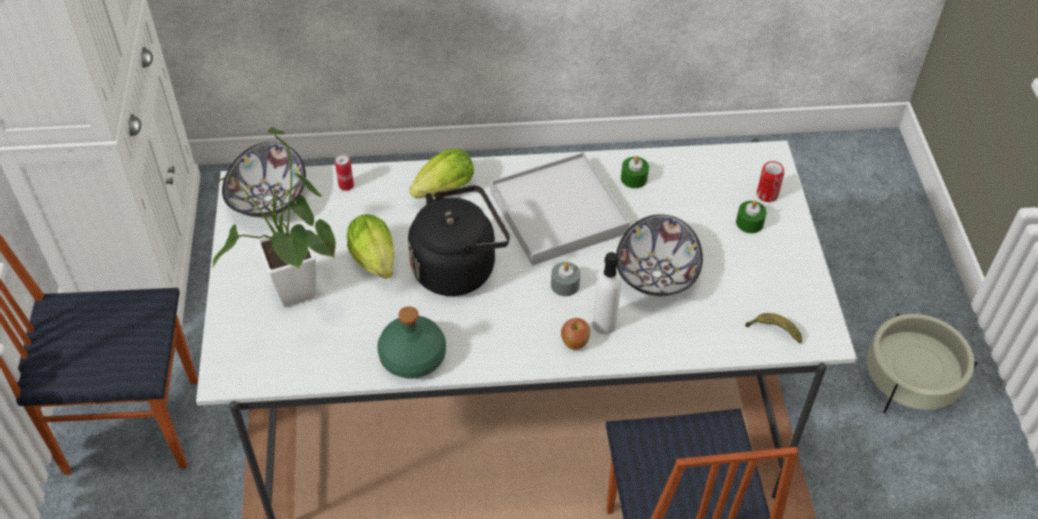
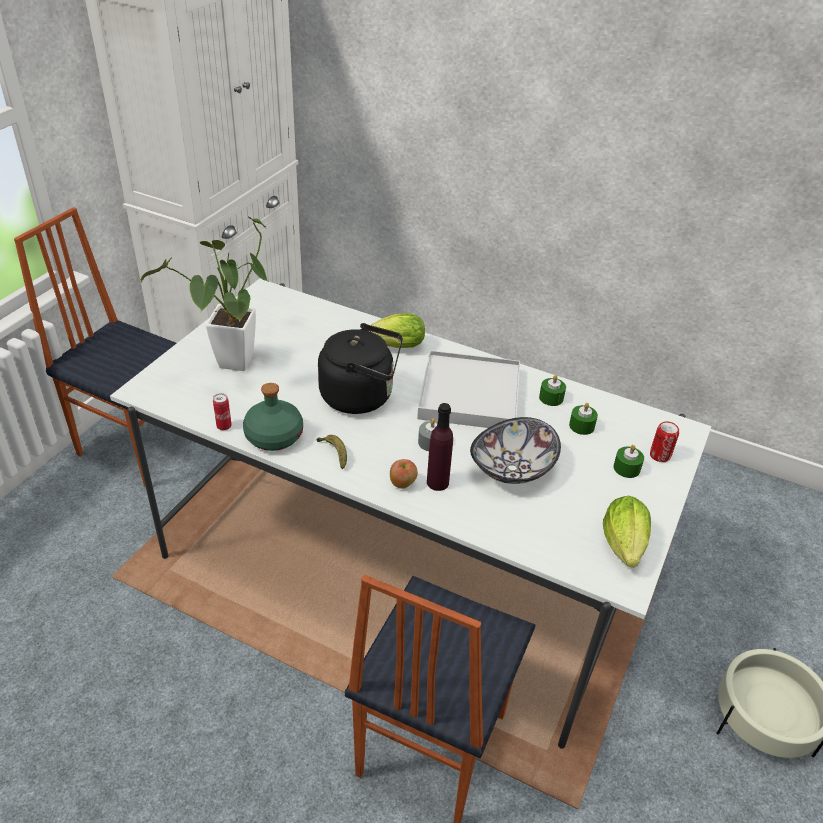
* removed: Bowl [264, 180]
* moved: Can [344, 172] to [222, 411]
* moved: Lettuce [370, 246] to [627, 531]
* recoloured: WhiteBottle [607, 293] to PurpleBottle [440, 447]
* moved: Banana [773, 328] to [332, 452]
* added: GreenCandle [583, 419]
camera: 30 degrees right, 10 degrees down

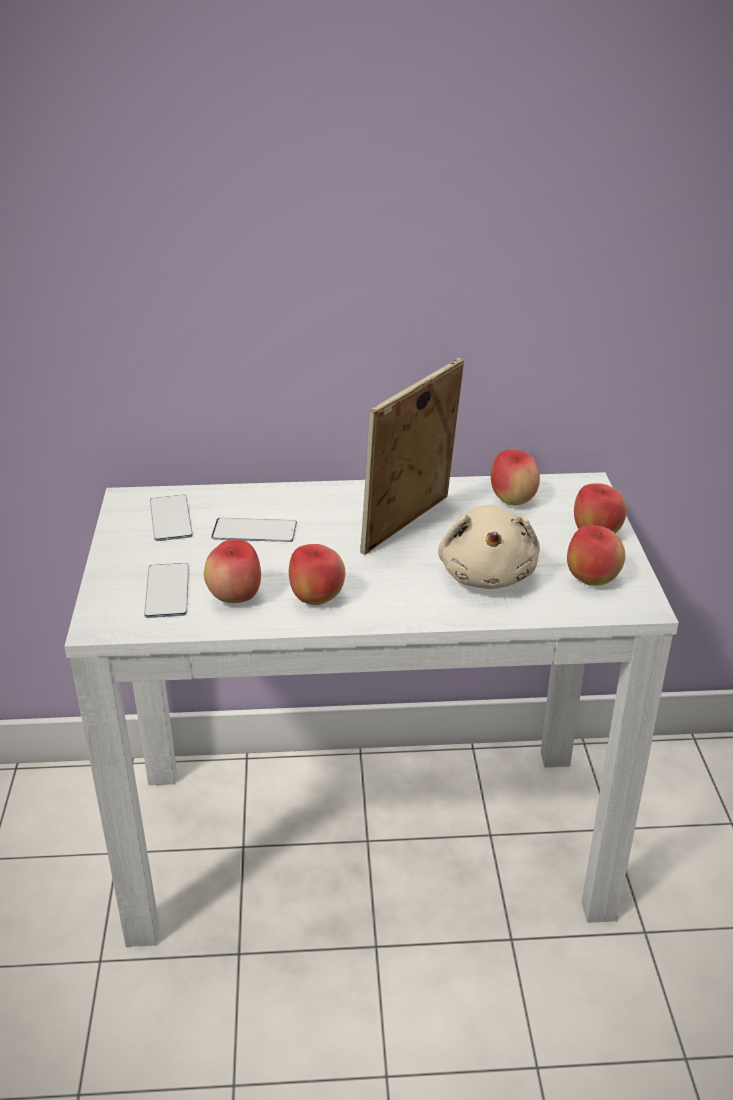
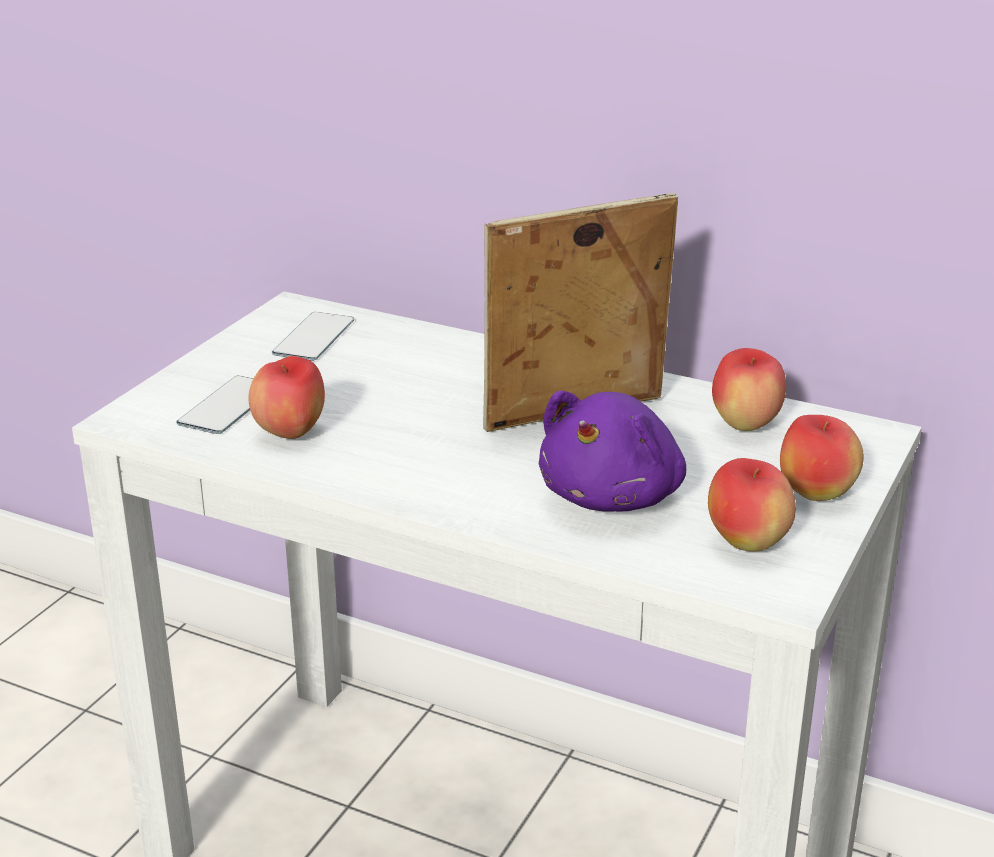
* recoloured: BeigePlushToy [489, 547] to PurplePlushToy [612, 451]
* removed: Phone [254, 530]
* removed: Apple [317, 574]
camera: 30 degrees right, 5 degrees down

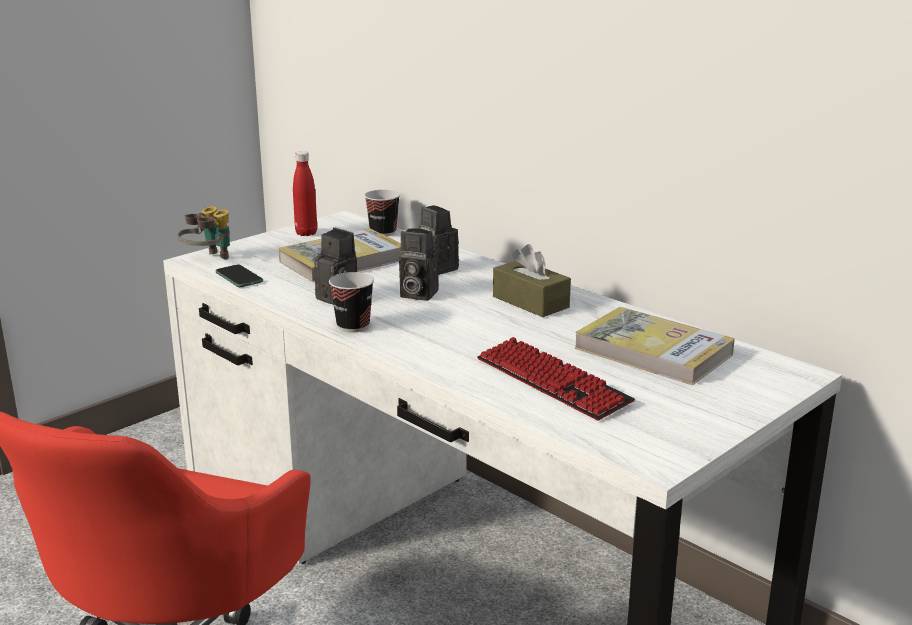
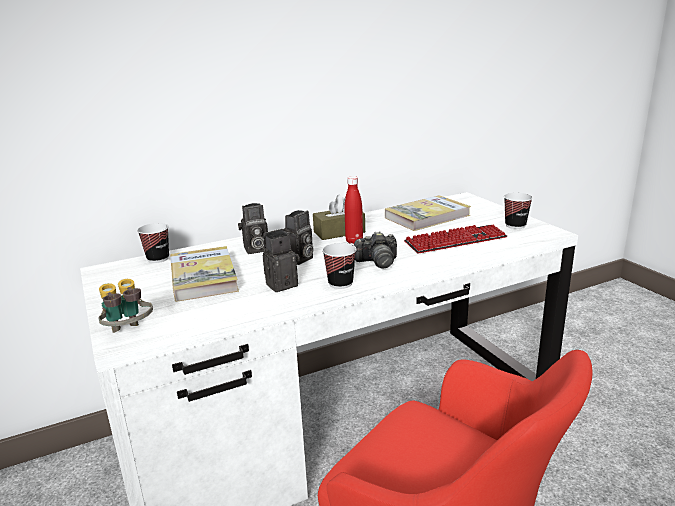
* moved: RedBottle [305, 193] to [354, 210]
* removed: Phone [239, 276]
* added: Cup [518, 211]
* added: PhotoCamera [375, 249]
camera: 70 degrees left, 0 degrees up

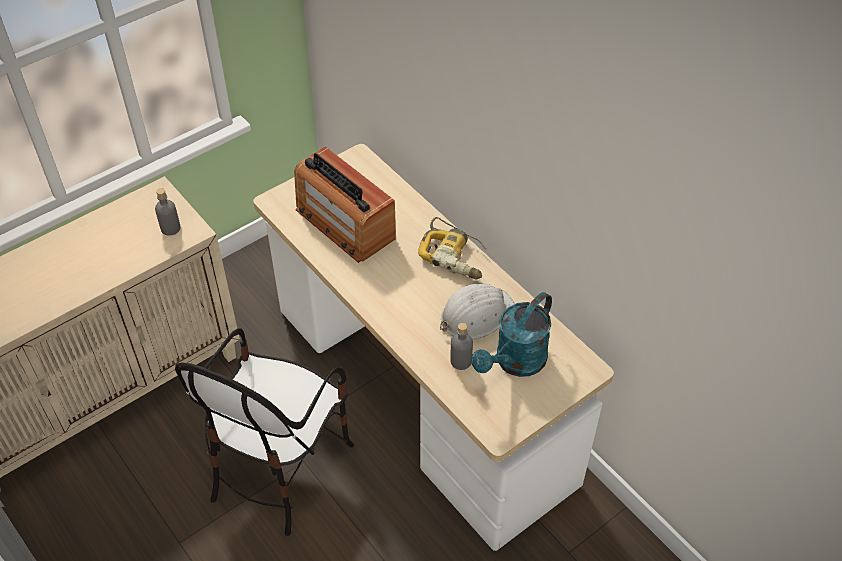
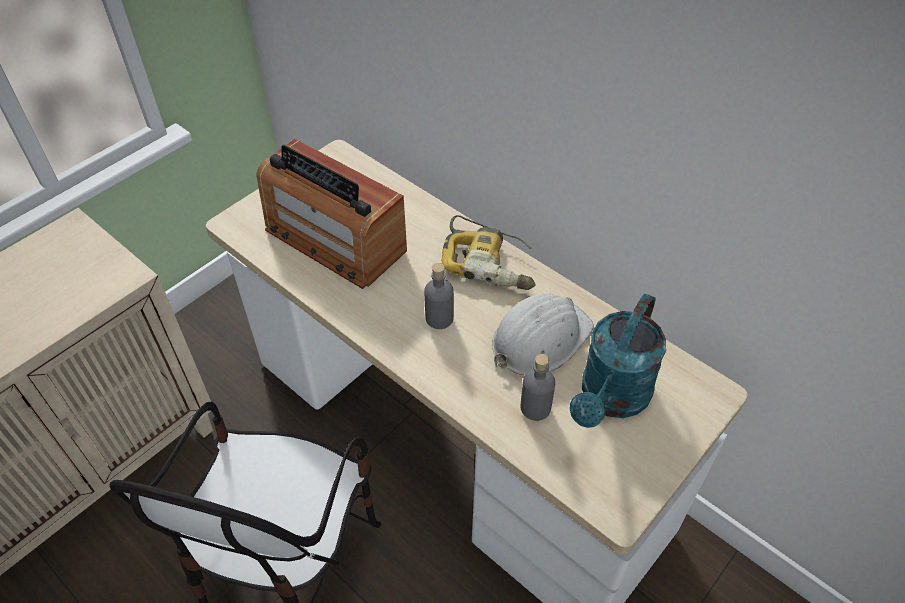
* moved: GreyBottle [168, 212] to [439, 296]
camera: 10 degrees left, 0 degrees up

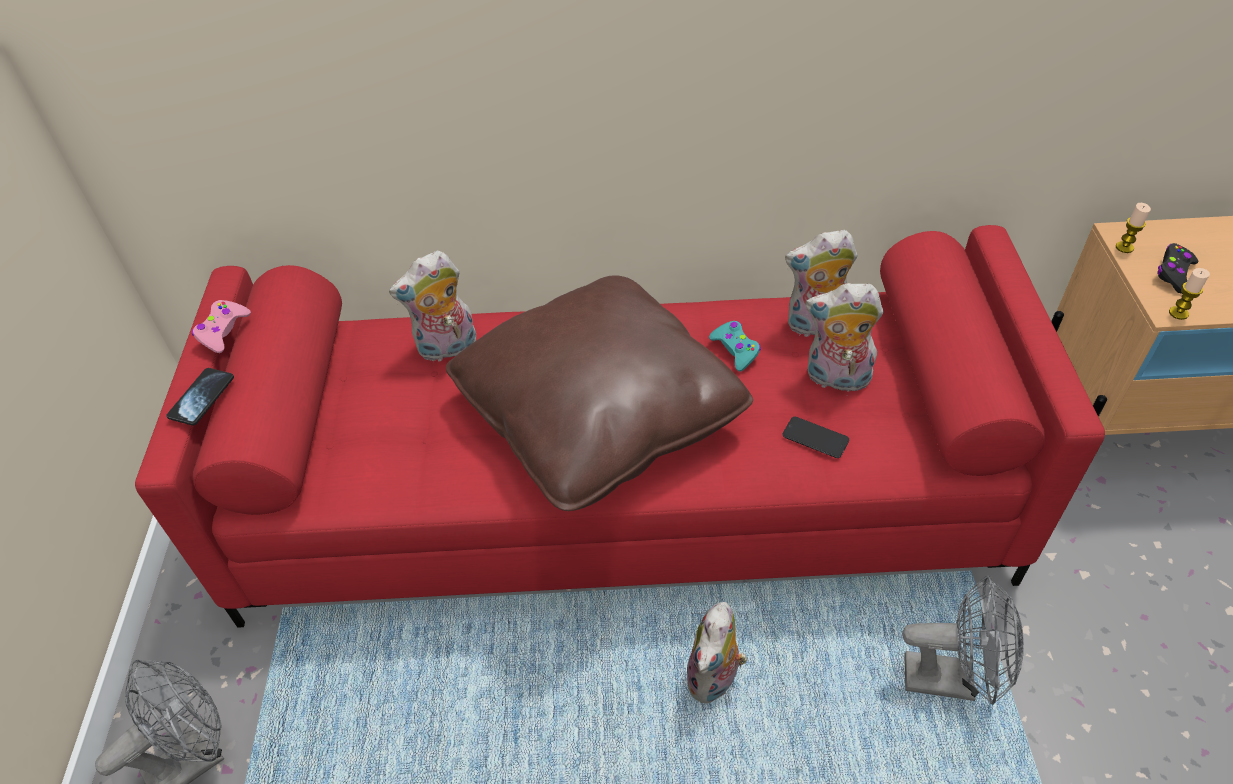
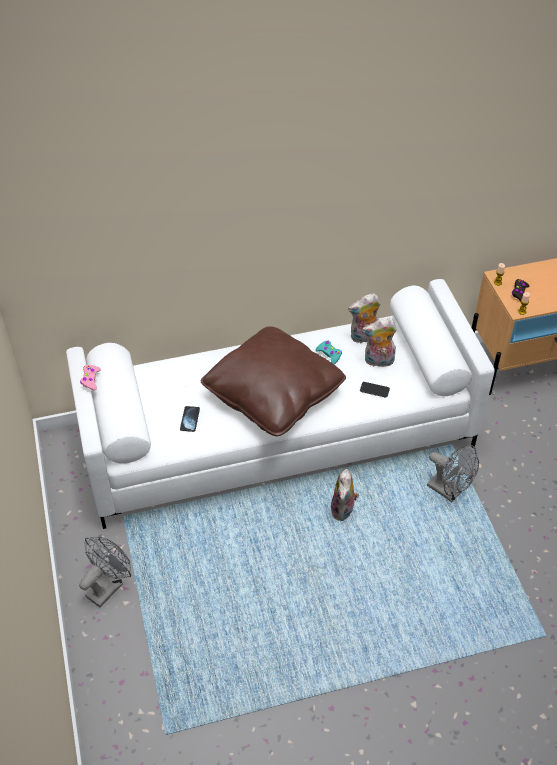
* recoloured: RedSofa [620, 426] to WhiteSofa [280, 404]
* removed: PlushToy [432, 306]
* moved: Phone [200, 396] to [190, 419]
* turned: GreyFan [963, 640] = [453, 473] 45 degrees clockwise
camera: 15 degrees left, 0 degrees up

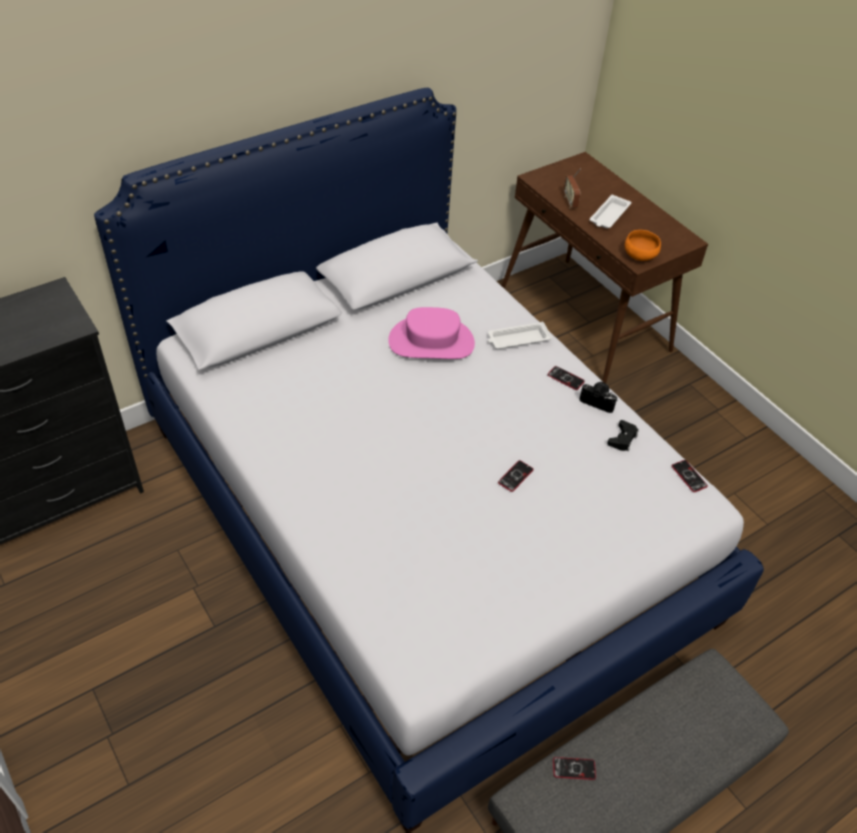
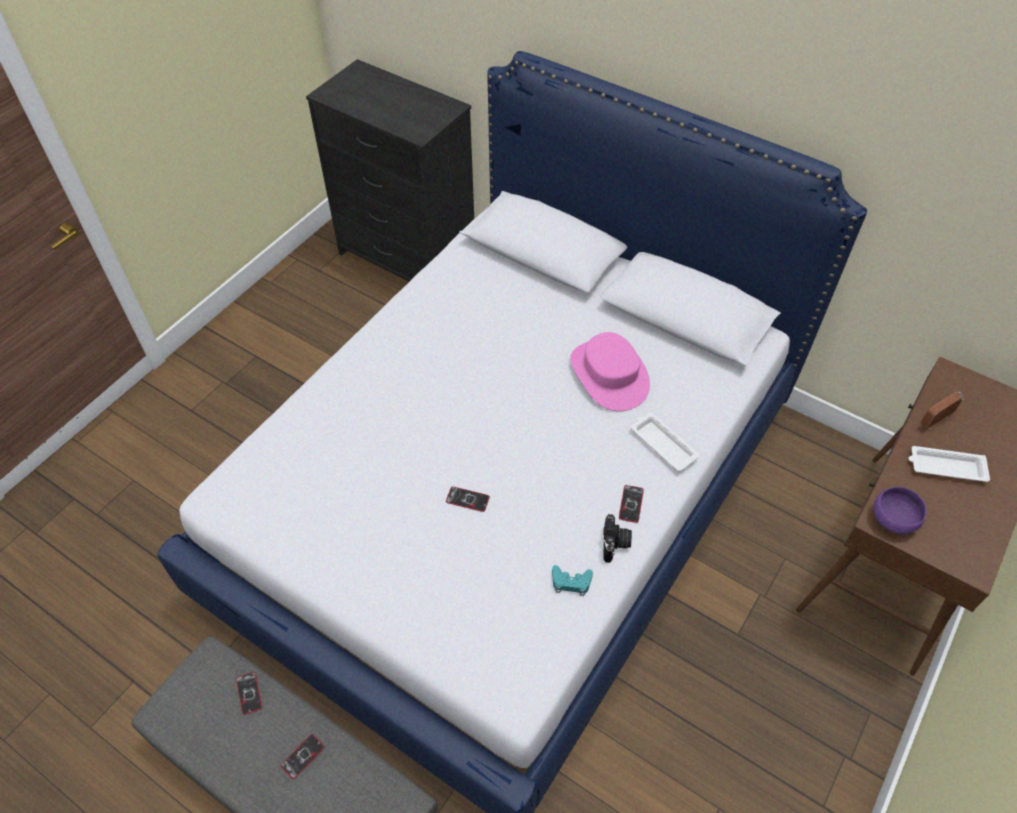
* recoloured: OrangeBowl [643, 245] to PurpleBowl [899, 510]
* recoloured: BlackGameController [622, 435] to TurquoiseGameController [572, 580]
* moved: Phone [689, 476] to [303, 756]
camera: 70 degrees right, 5 degrees up

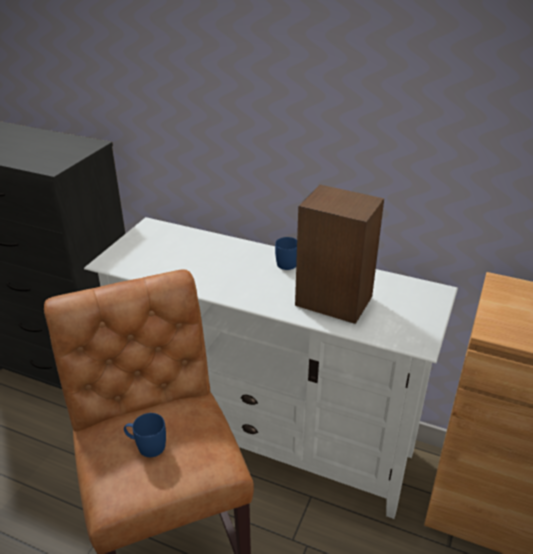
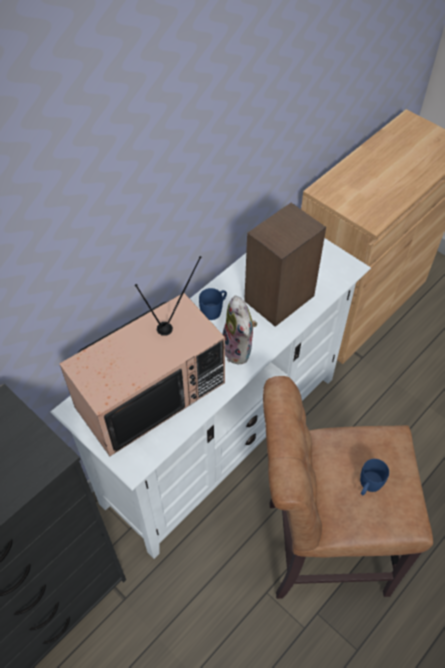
* added: Television [142, 356]
* added: PlushToy [239, 330]
camera: 70 degrees left, 20 degrees up

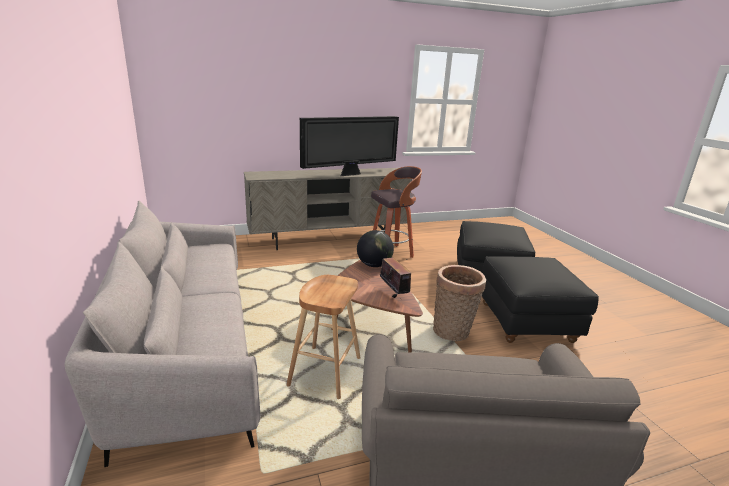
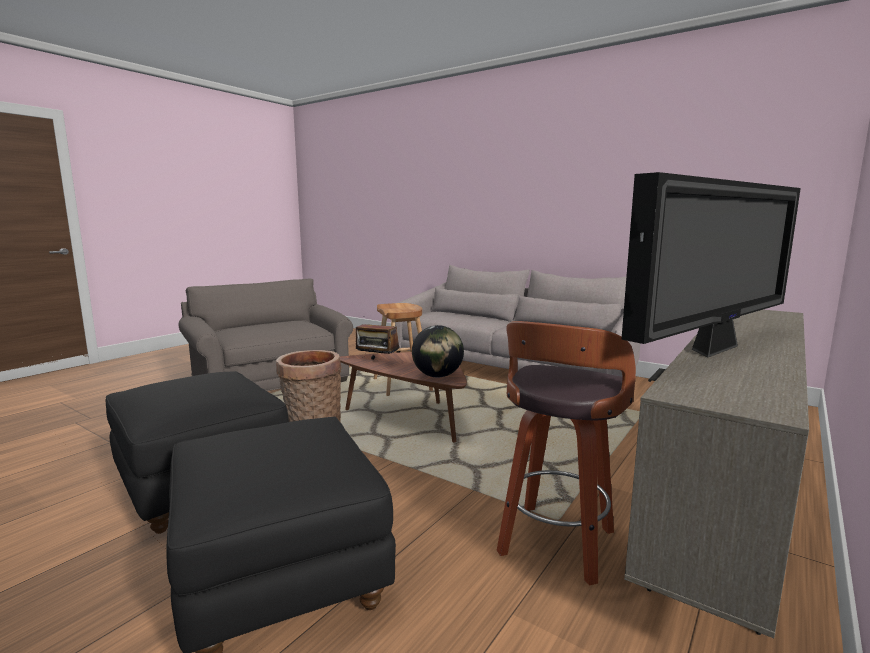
* turned: Television [349, 146] = [711, 265] 150 degrees counterclockwise
camera: 145 degrees right, 10 degrees down

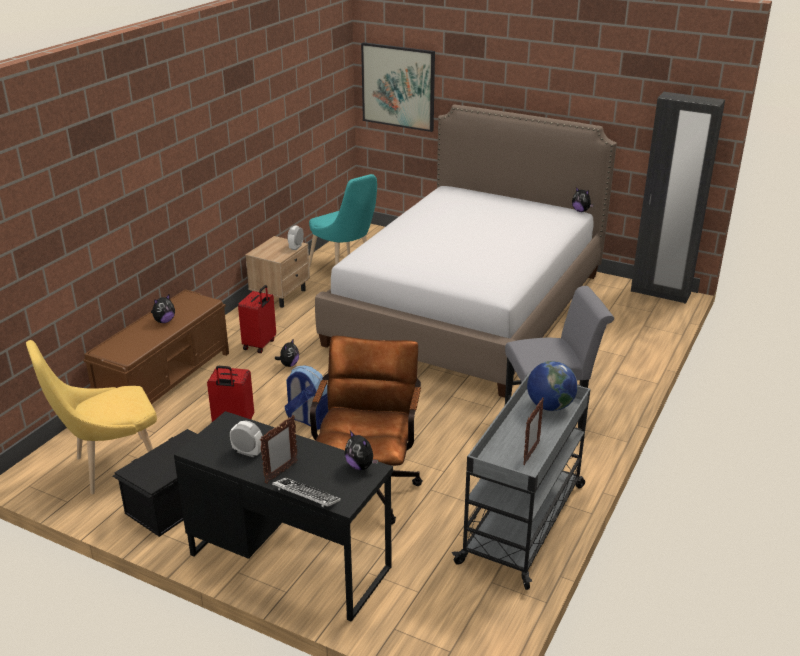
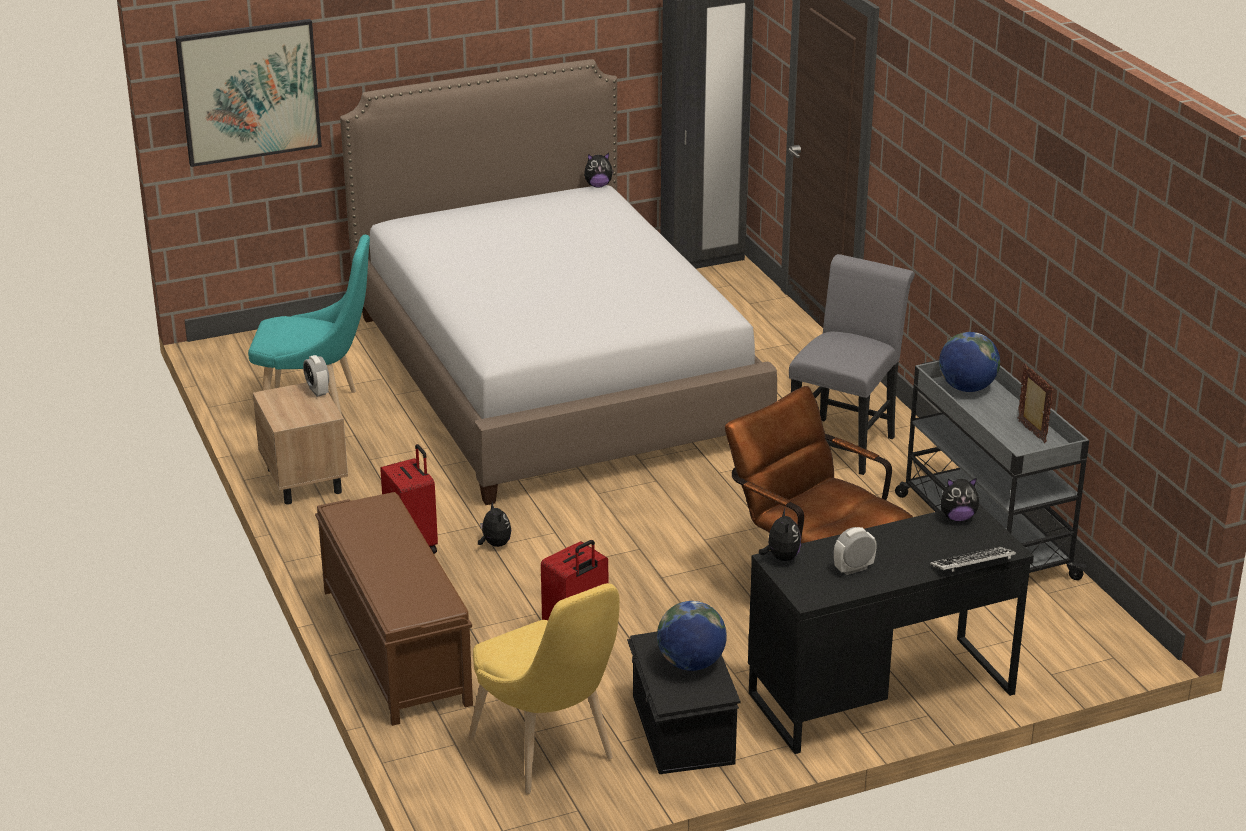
* moved: PlushToy [163, 309] to [780, 535]
* turned: YellowChair [91, 417] = [544, 688] 45 degrees counterclockwise
* removed: Backpack [306, 397]
* removed: PictureFrame [279, 449]
* added: Globe [692, 636]
camera: 50 degrees left, 0 degrees up

